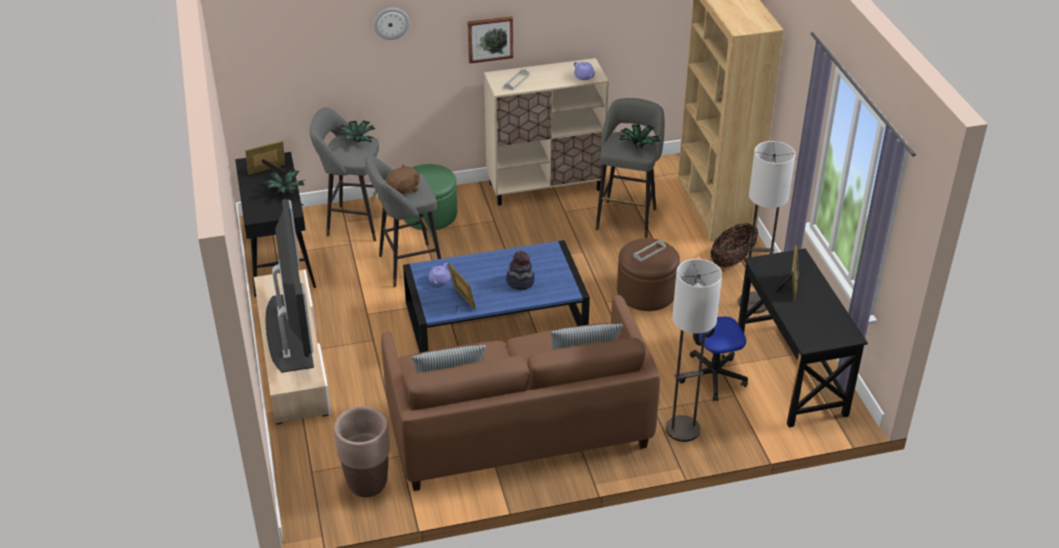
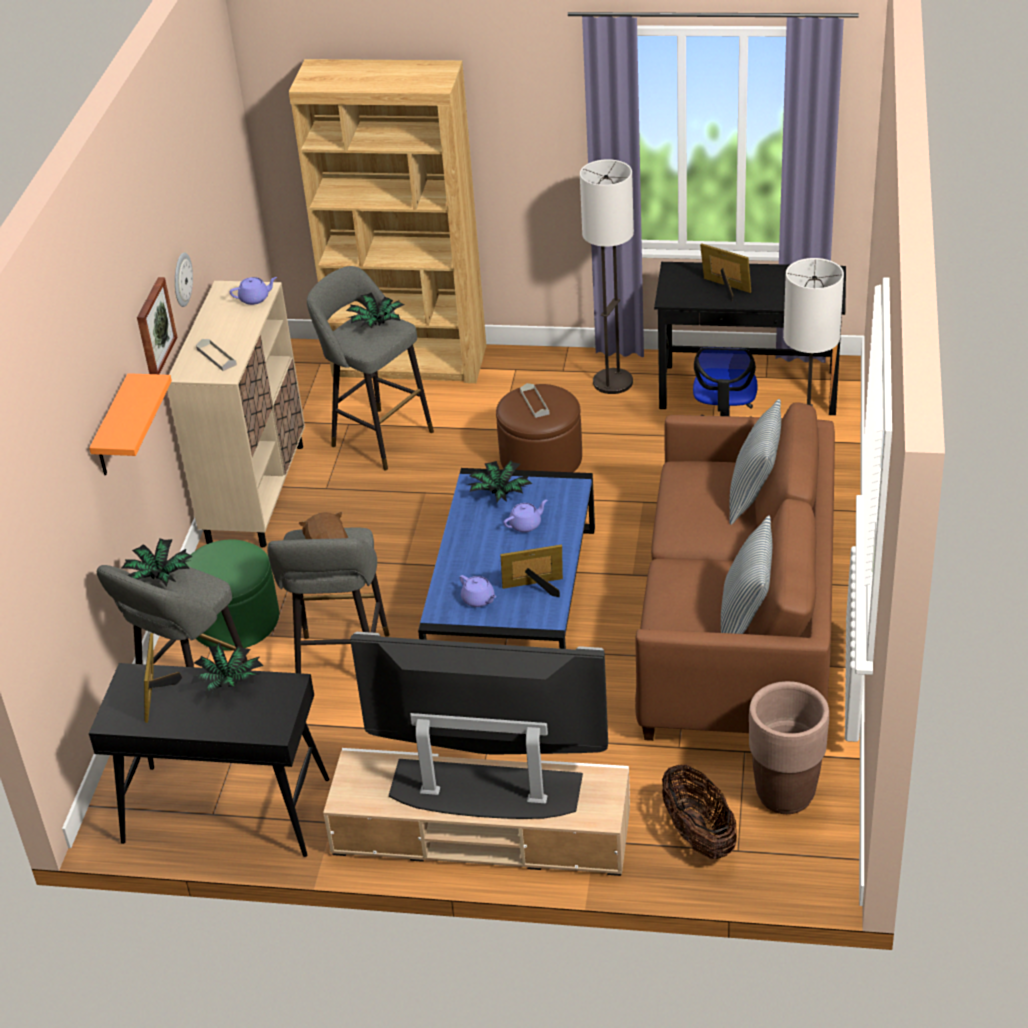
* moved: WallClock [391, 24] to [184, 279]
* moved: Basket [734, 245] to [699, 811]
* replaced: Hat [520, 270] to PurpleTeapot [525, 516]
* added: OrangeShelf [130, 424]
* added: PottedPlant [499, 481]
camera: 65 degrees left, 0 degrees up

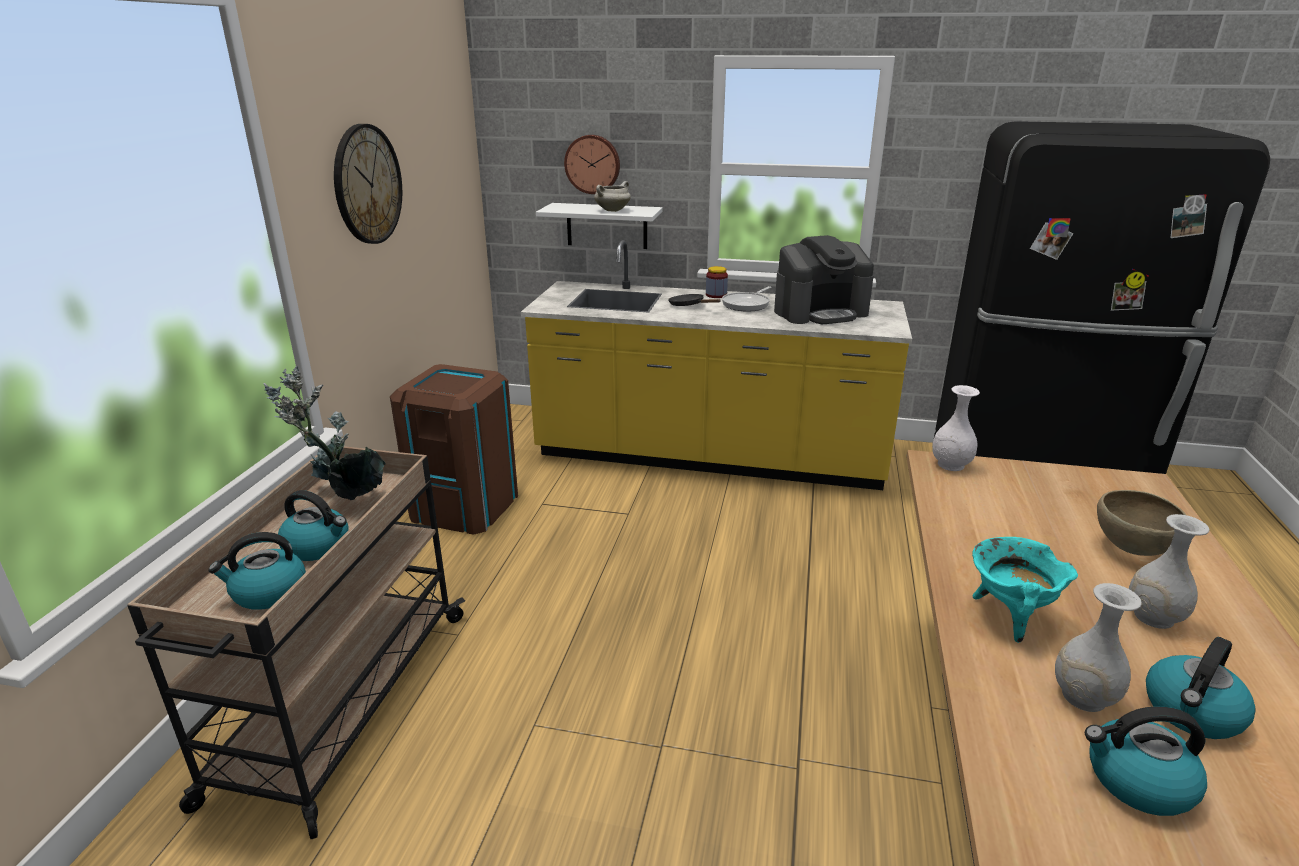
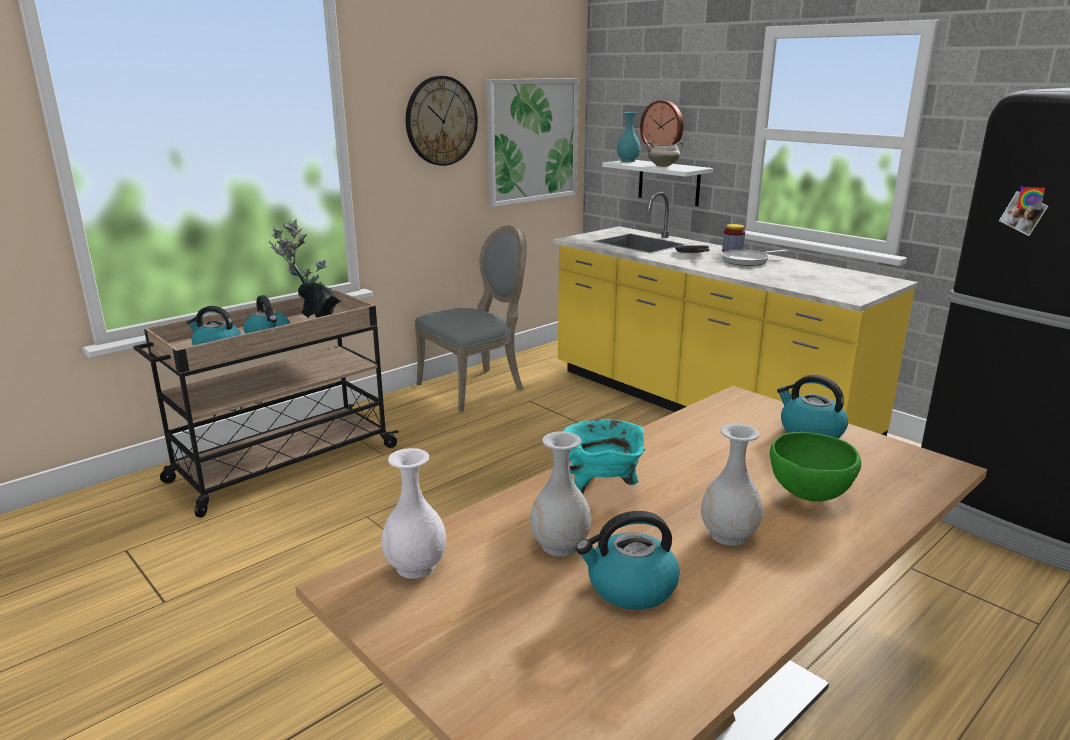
* removed: CoffeeMachine [824, 279]
* replaced: BrownTrashCan [454, 449] to GreyChair [471, 318]
* moved: WhiteVase [956, 428] to [413, 513]
* recoloured: BrownBowl [1141, 523] to GreenBowl [815, 467]
* moved: Kettle [1146, 761] to [812, 406]
* added: Picture [532, 142]
* added: TurquoiseVase [629, 137]
camera: 35 degrees right, 5 degrees down

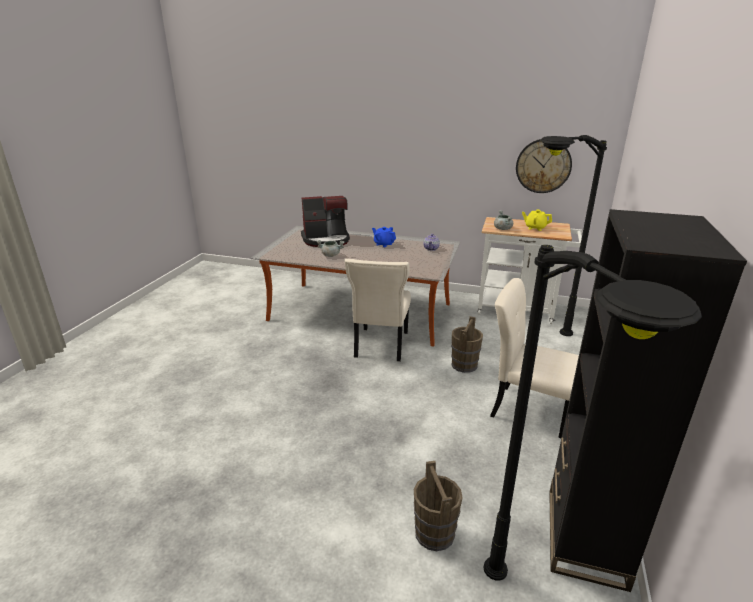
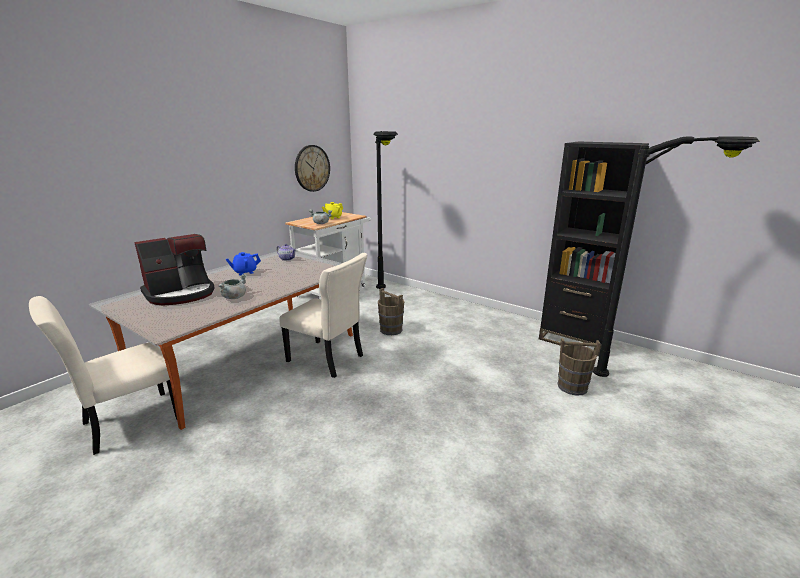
* turned: CoffeeMachine [325, 221] = [174, 269] 45 degrees clockwise
* moved: BeigeChair [534, 358] to [103, 375]
camera: 70 degrees left, 5 degrees down

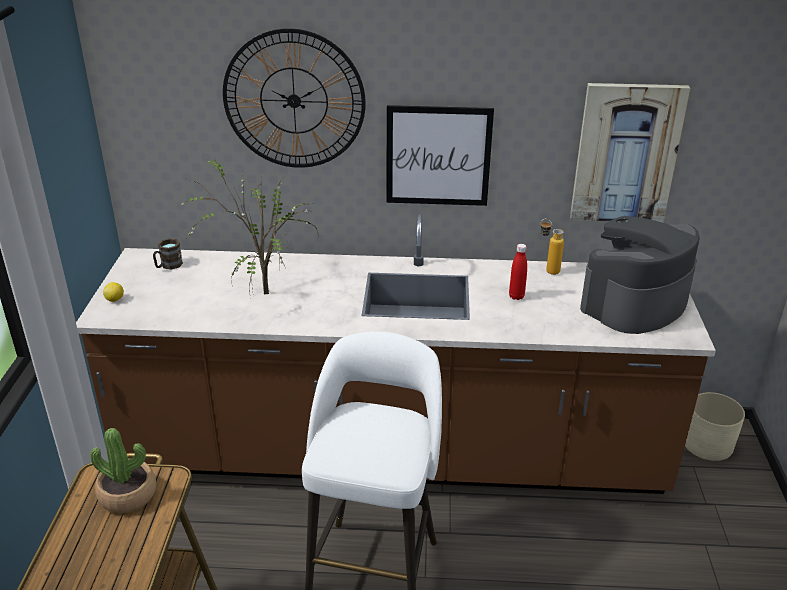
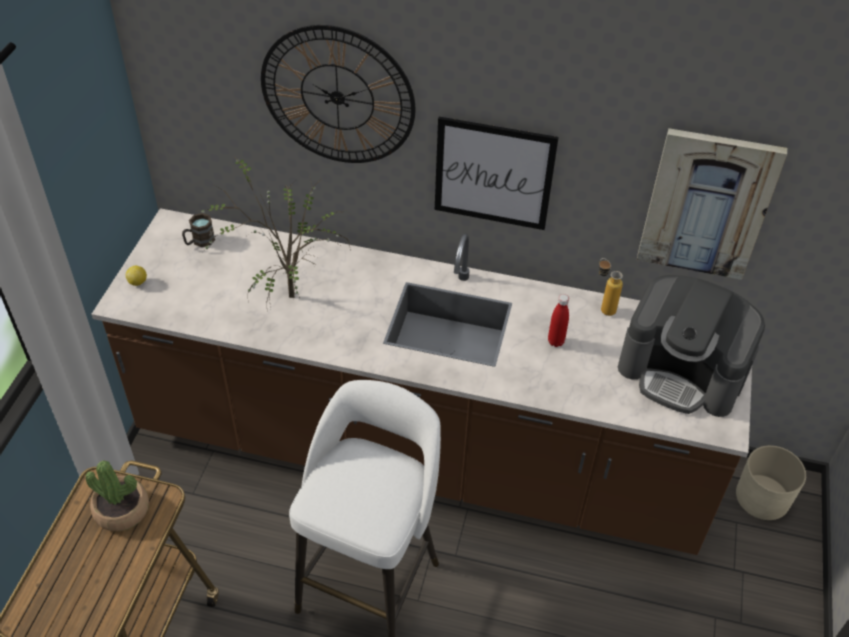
* turned: CoffeeMachine [640, 275] = [691, 346] 120 degrees counterclockwise
camera: 10 degrees right, 15 degrees up

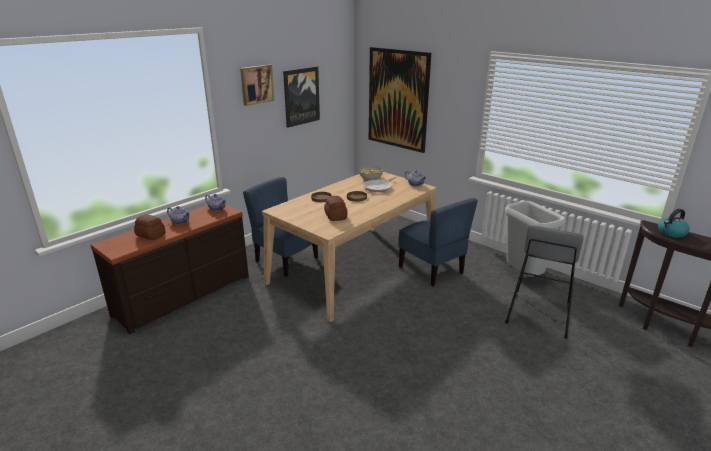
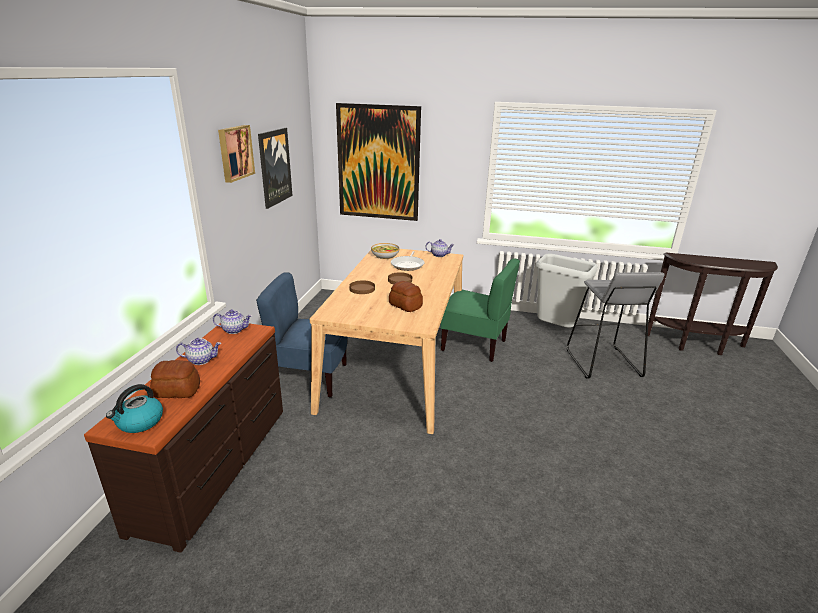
* recoloured: BlueChair [438, 242] to GreenChair [480, 310]
* moved: Kettle [674, 223] to [134, 408]
camera: 30 degrees left, 0 degrees up

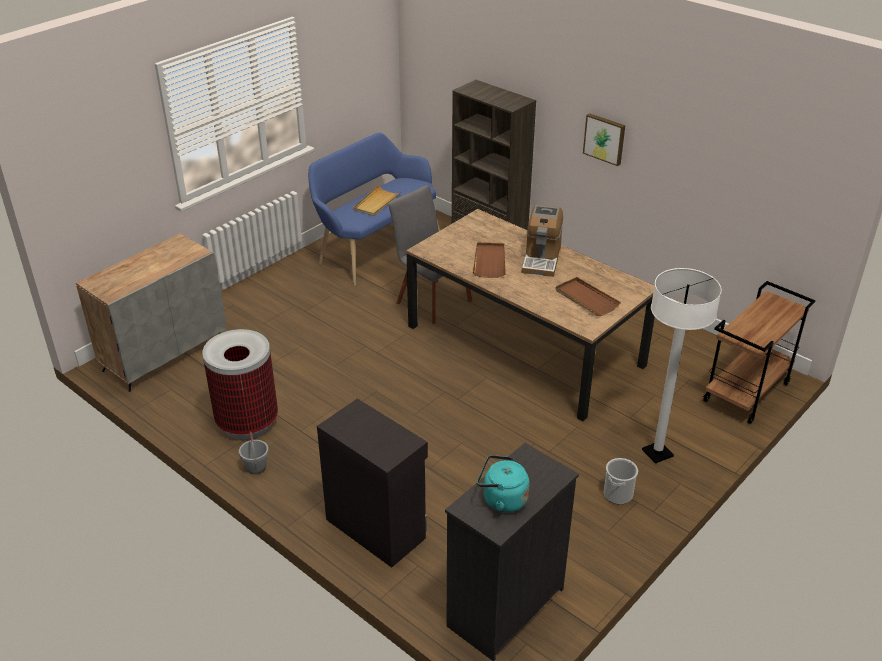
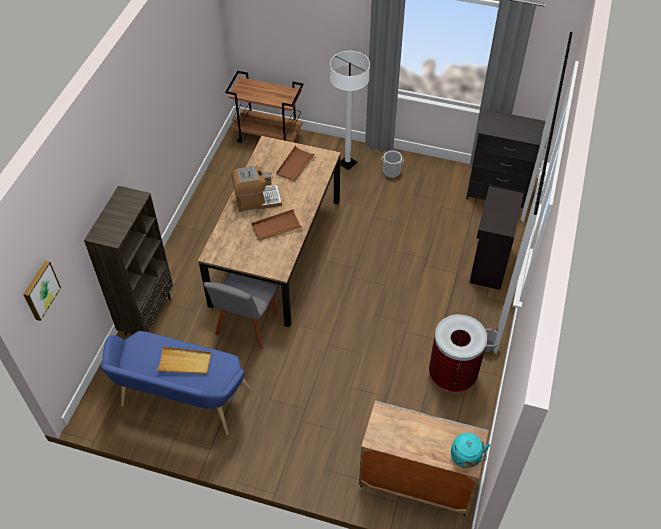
* moved: Picture [604, 139] to [42, 290]
* moved: TurquoiseKettle [503, 484] to [470, 450]
camera: 115 degrees left, 15 degrees up

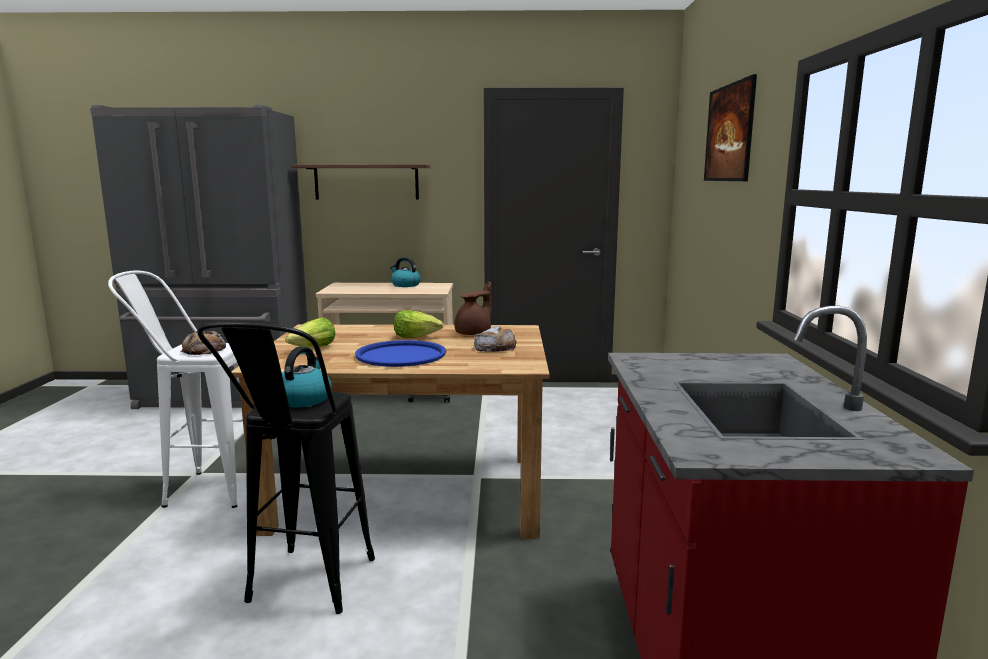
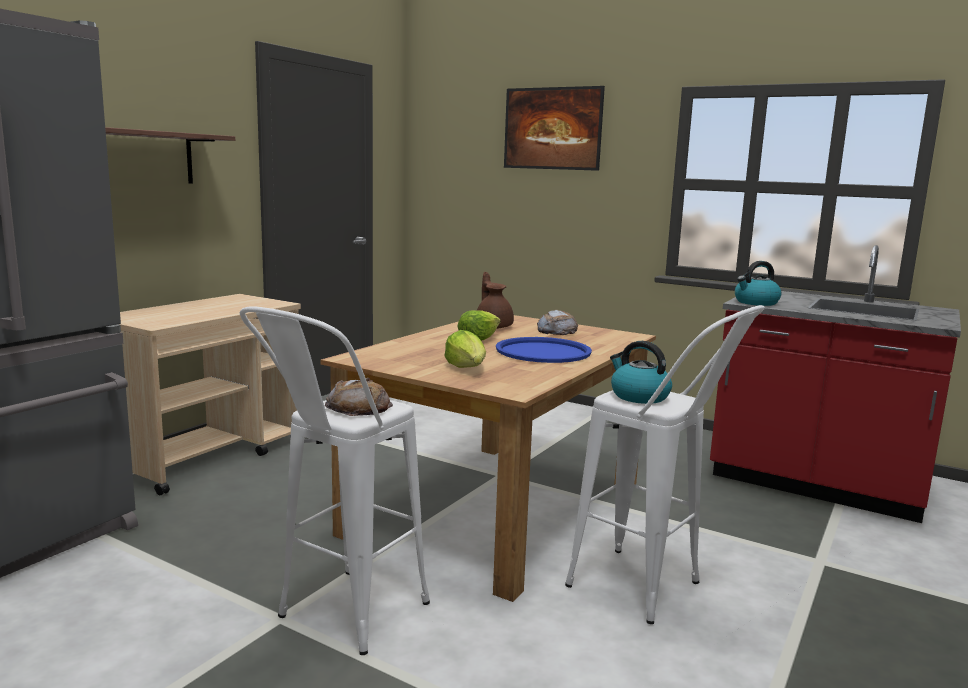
* moved: Kettle [405, 272] to [758, 283]
* recoloured: BlackStool [286, 468] to WhiteStool [665, 464]
camera: 60 degrees left, 0 degrees up

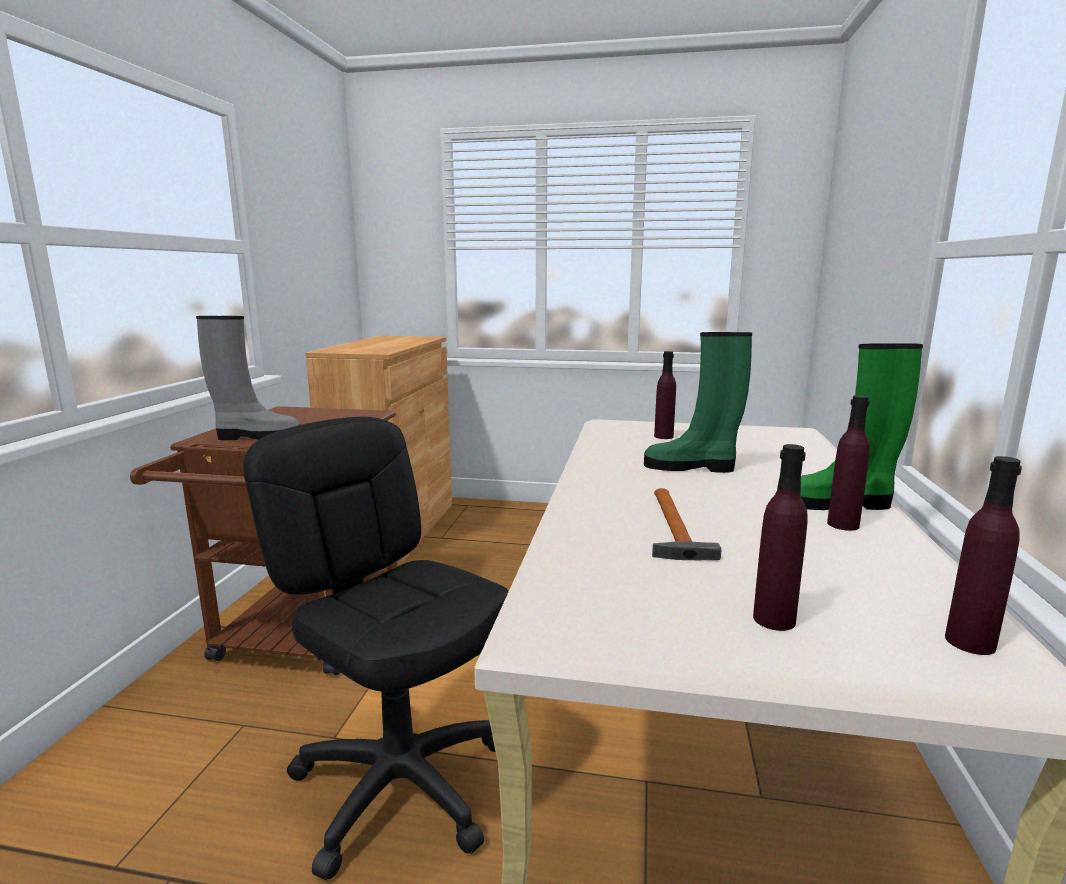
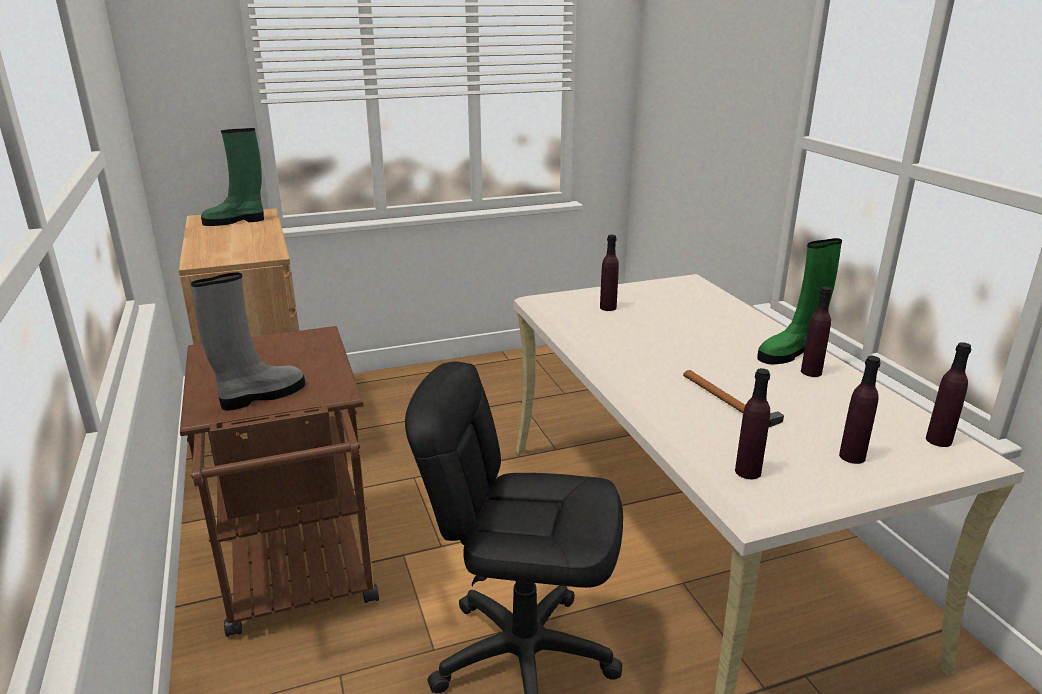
* moved: GreenBoot [698, 402] to [232, 177]
* added: PurpleBottle [752, 423]
camera: 30 degrees left, 10 degrees up

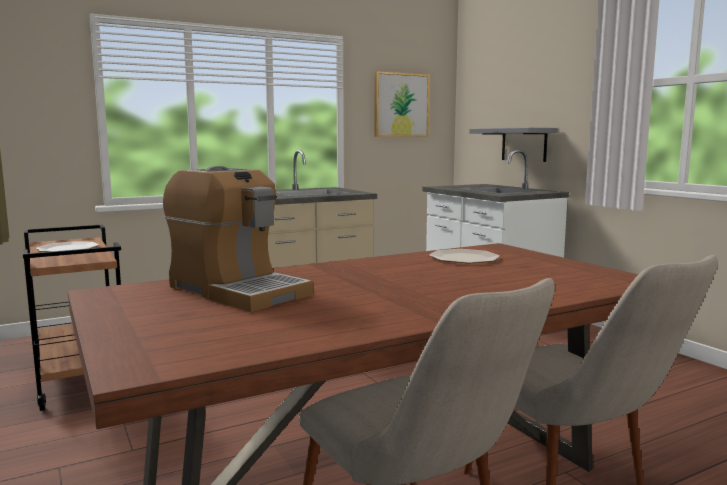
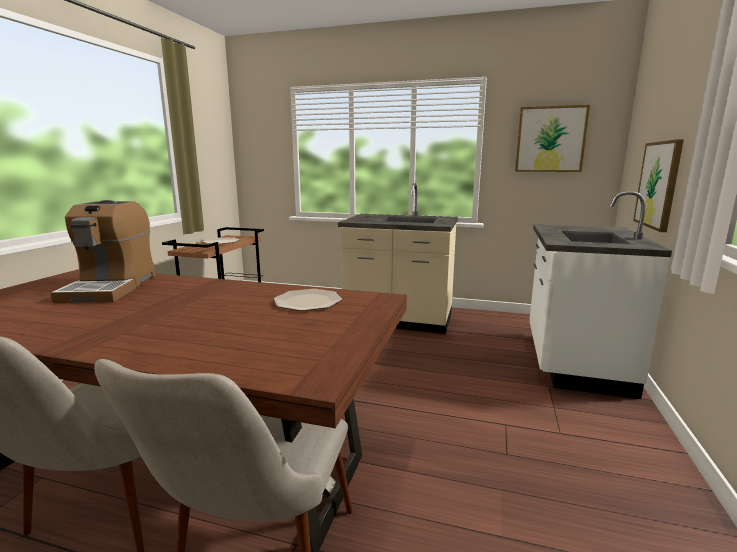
* replaced: GreyShelf [513, 145] to Picture [658, 185]
camera: 45 degrees right, 5 degrees up

